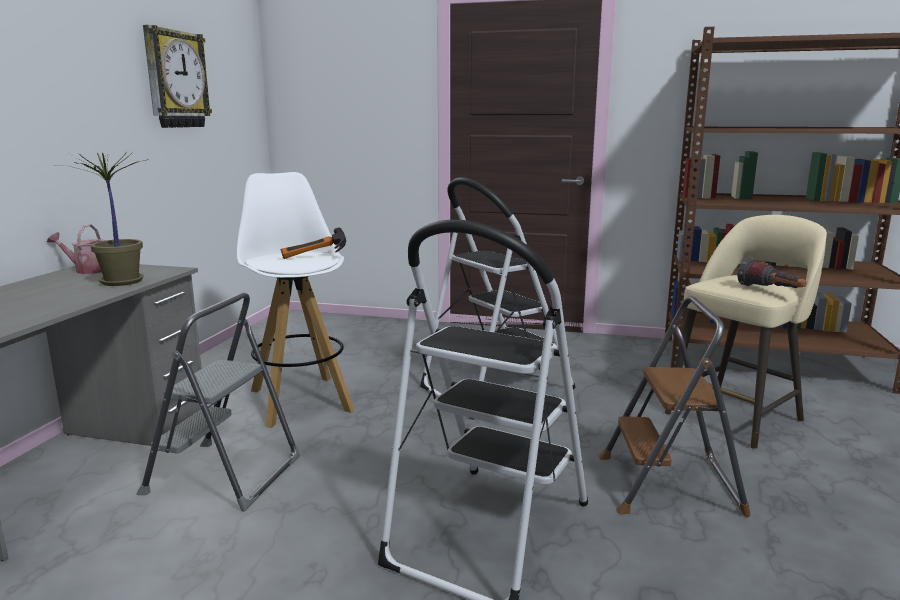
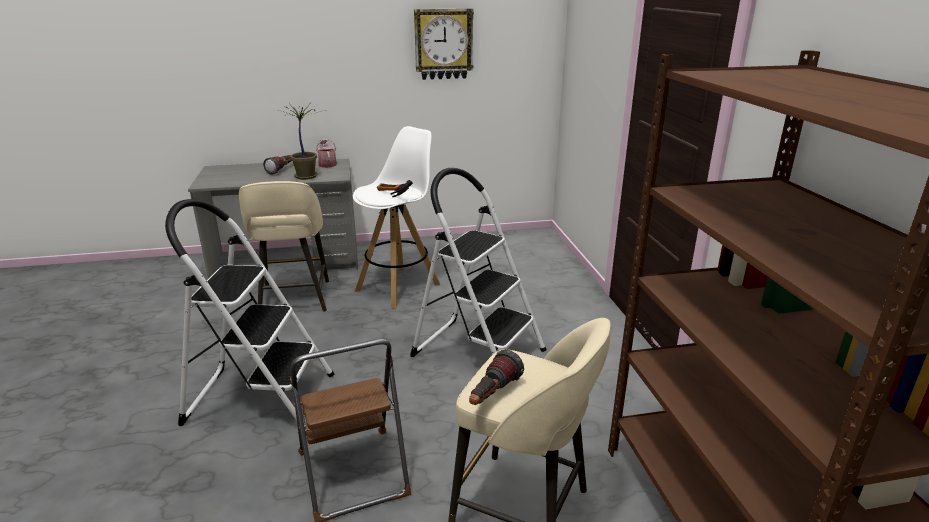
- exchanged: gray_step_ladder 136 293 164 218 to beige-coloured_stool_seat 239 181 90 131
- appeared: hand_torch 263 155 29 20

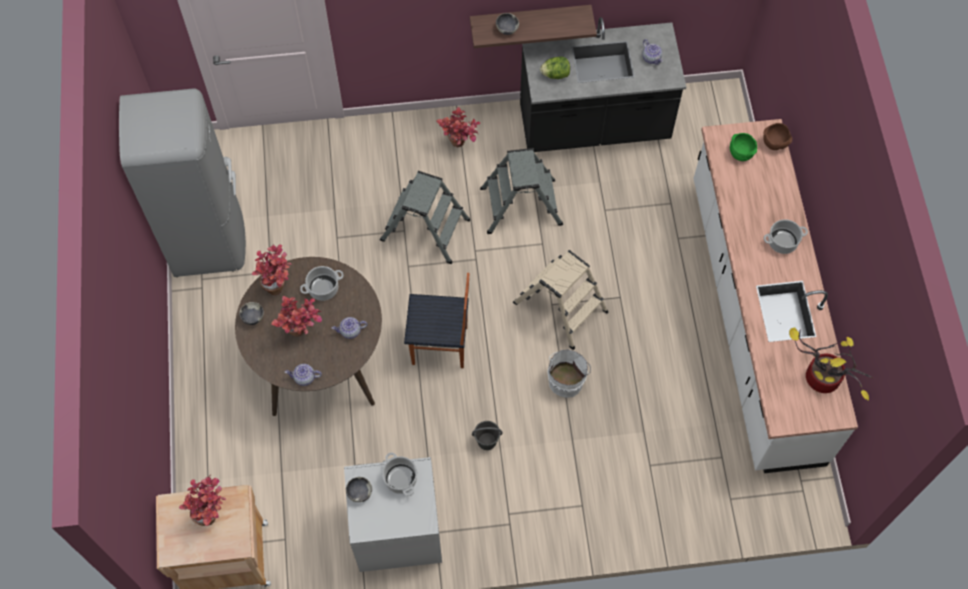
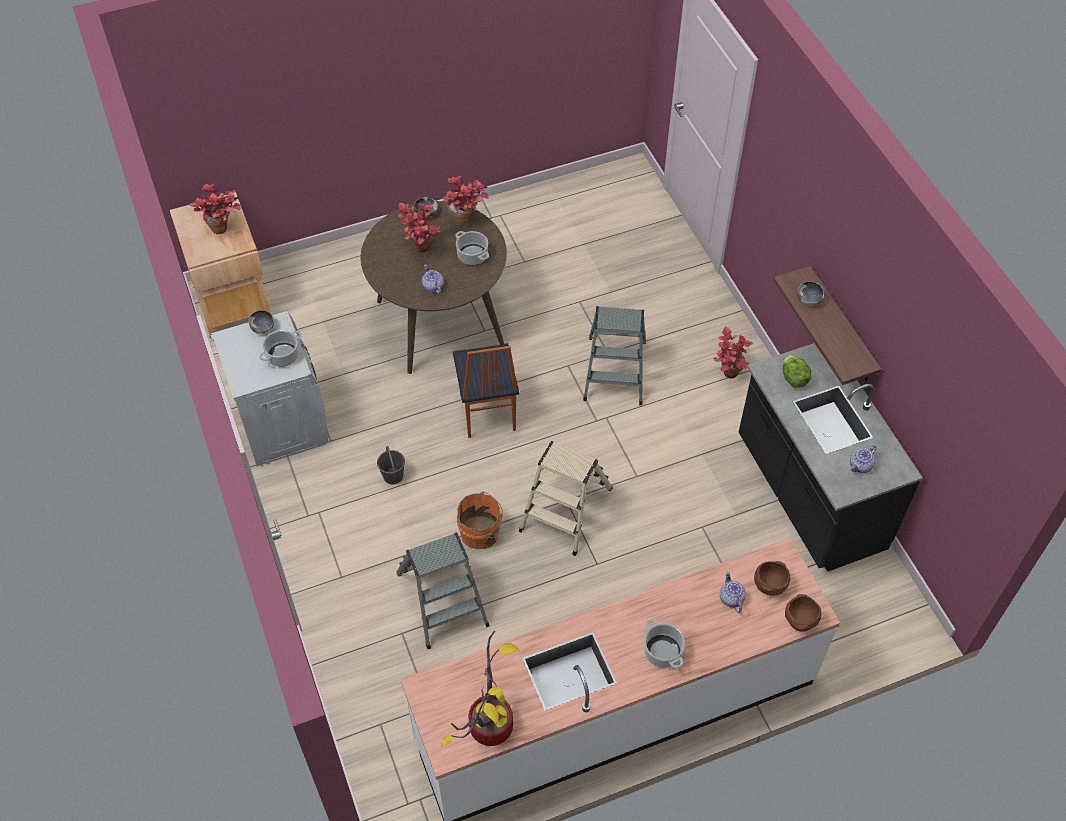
- missing: gray_fridge 119 88 127 189
- relocated: tea_pot 285 364 37 22 to 720 571 26 42
- relocated: gray_step_ladder 480 148 83 86 to 396 532 94 117
- colour: whitish_pail 547 350 44 48 to orange-coloured_pail 457 491 46 58
- colour: green_bowl 730 133 27 28 to brown_bowl 754 561 36 35

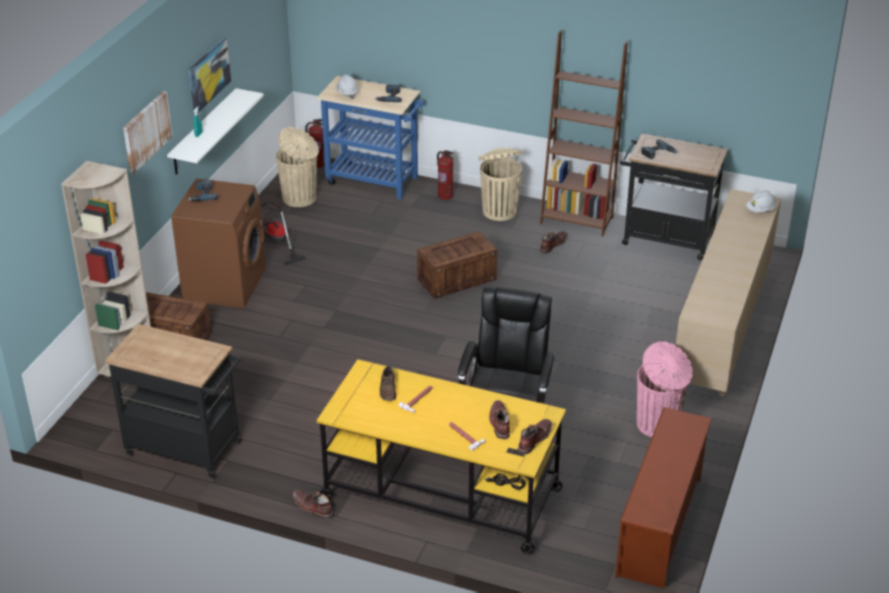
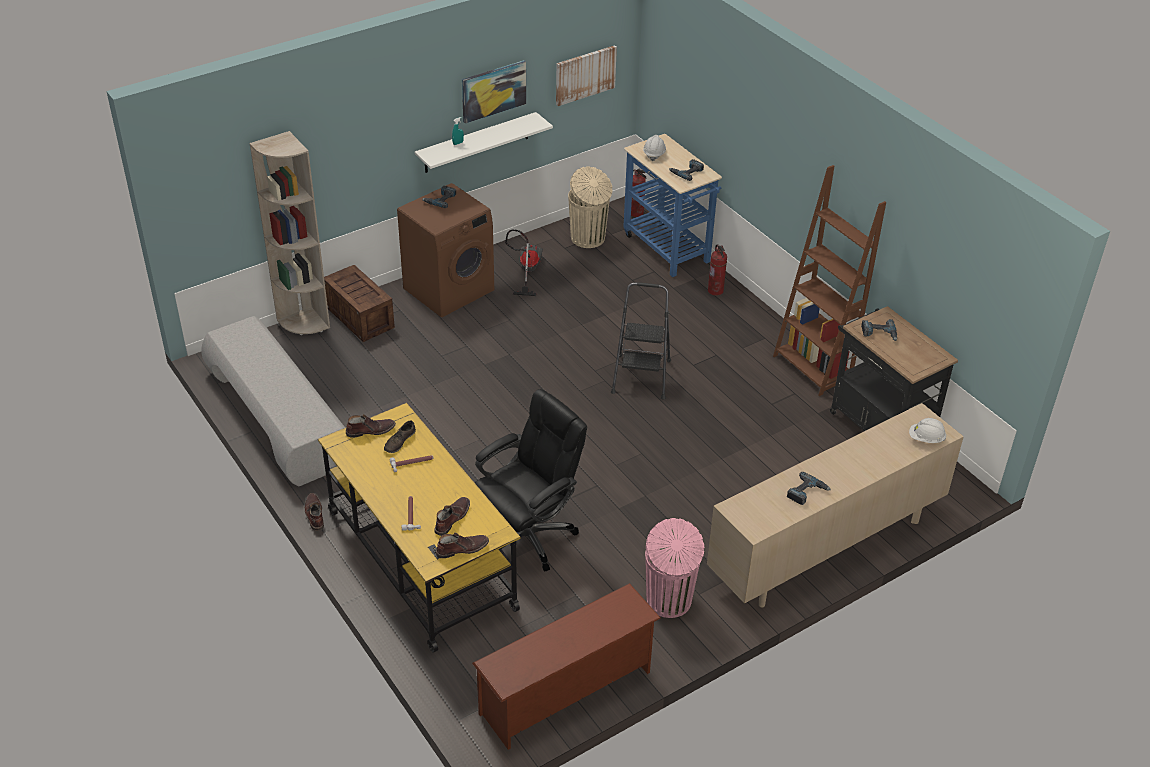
- exchanged: black-coloured_wheeled_cart 105 324 136 154 to gray_indoor_bench 201 316 144 170
- relocated: wall_picture 123 91 50 83 to 556 45 61 61
- exchanged: crate 417 231 80 68 to black-coloured_step_ladder 611 282 60 117
- missing: beige-coloured_waste_bin 478 148 44 73
- relocated: brown_high-top_boot 540 231 28 23 to 346 414 50 23
- appeared: power_drill 787 472 44 33

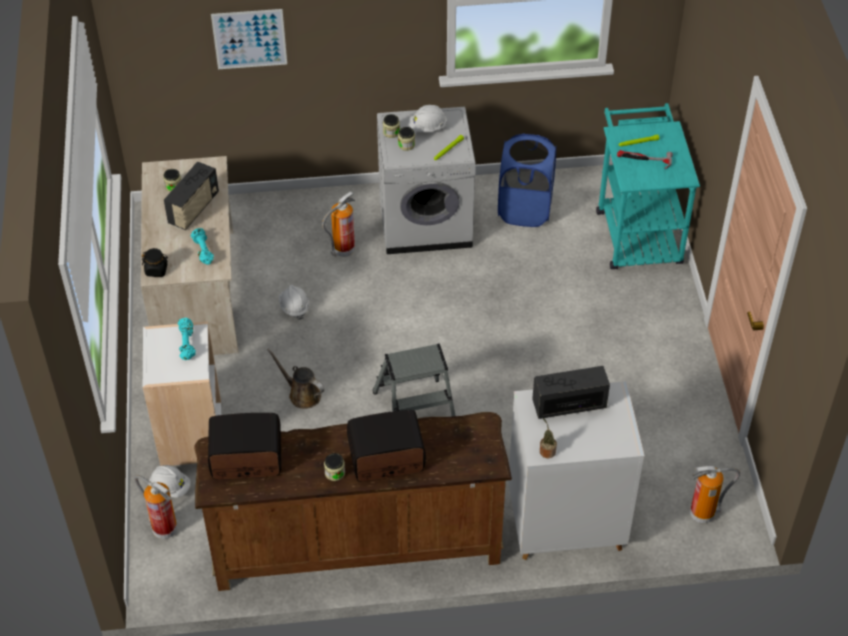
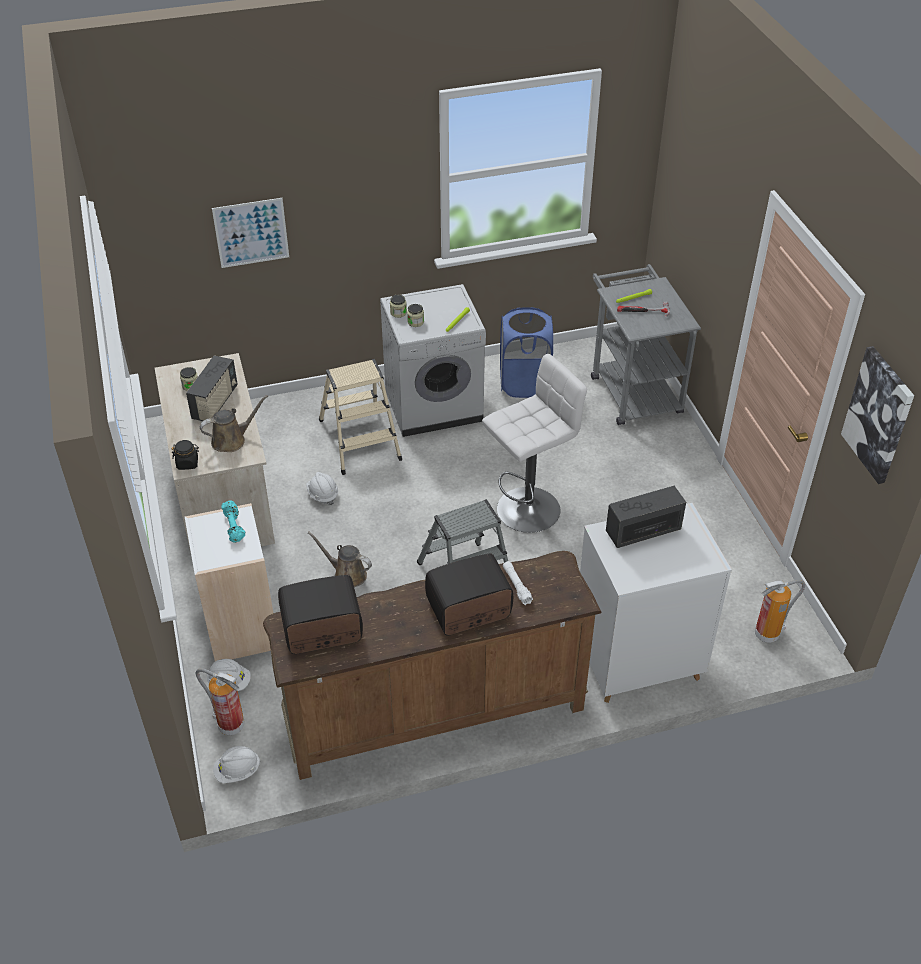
- exchanged: turquoise_free_weight 191 228 23 37 to brown_watering_pot 200 395 68 57
- exchanged: fire_extinguisher 322 191 33 66 to beige-coloured_step_ladder 319 359 83 116
- missing: storage_jar 324 453 21 28
- relocated: whitish_safety_helmet 409 105 38 27 to 213 746 48 37
- missing: houseplant 540 418 17 40
- colour: turquoise_wheeled_cart 596 103 104 166 to gray_wheeled_cart 591 264 110 161
- appeared: whitish_stool_seat 482 354 105 179
- appeared: whitish_hand_torch 503 561 30 44
- appeared: wall_picture 841 346 73 138

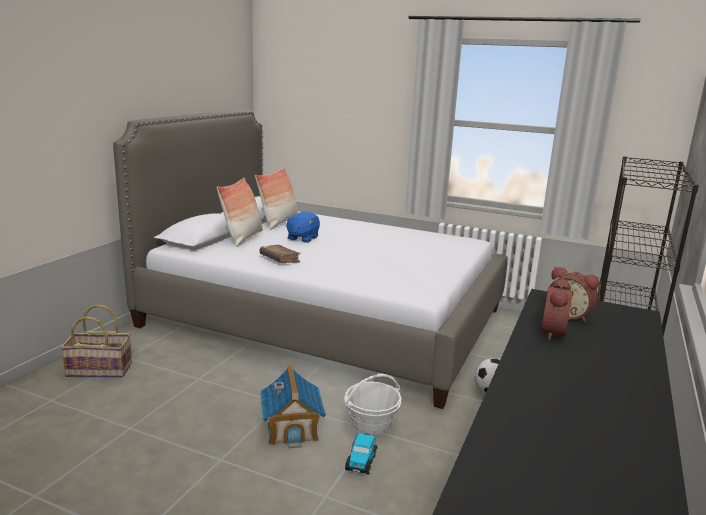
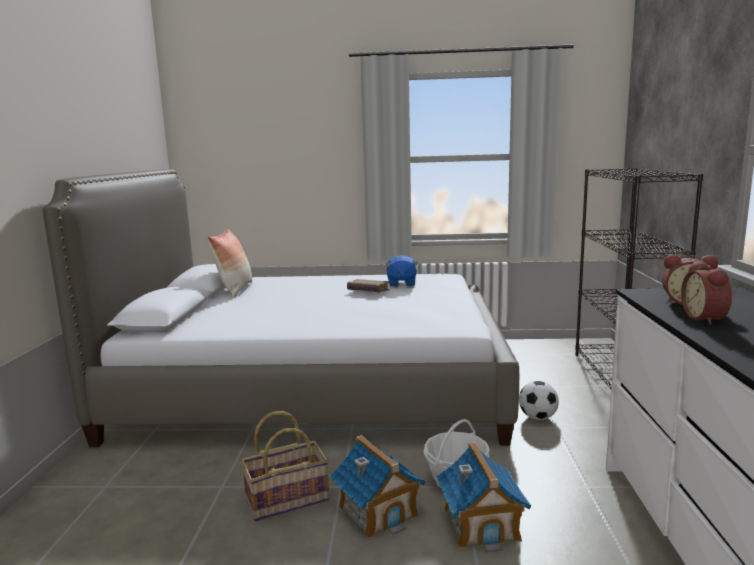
- relocated: basket 61 304 71 74 to 241 411 88 110
- missing: throw_pillow 217 177 46 70
- relocated: brown_book 259 245 42 18 to 347 279 43 13
- relocated: blue_cuddly_toy 285 211 35 32 to 386 255 32 32
- exchanged: model_car 345 433 32 42 to miniature_house 437 442 94 110

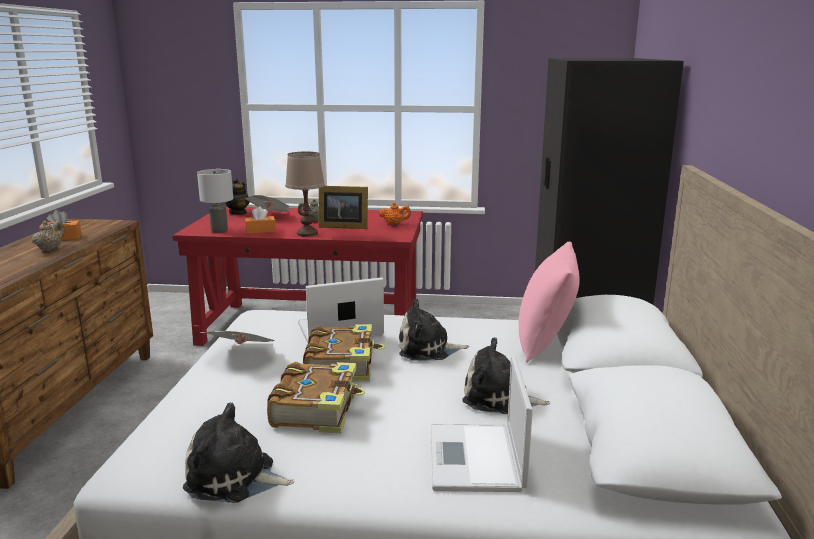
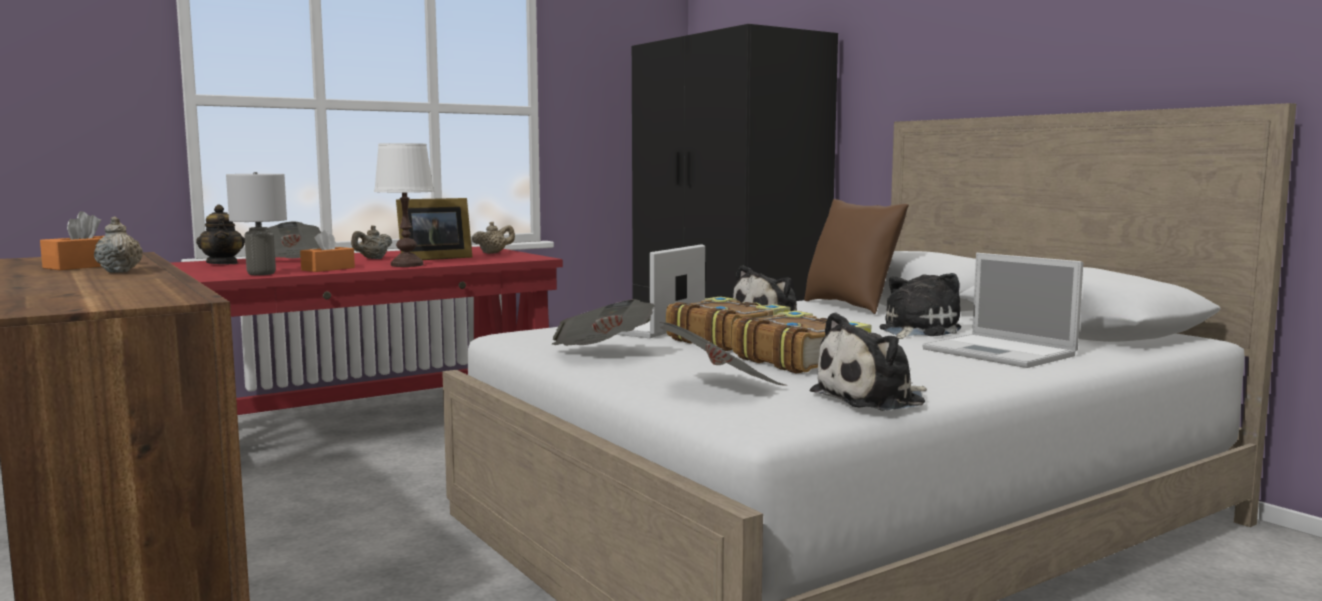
- colour: brown_table_lamp 285 151 40 86 to whitish_table_lamp 374 143 60 124
- colour: orange-coloured_tea_pot 379 202 32 23 to beige-coloured_tea_pot 472 222 43 32
- spun: cuddly_toy 462 337 88 77 = 880 273 81 66 150 degrees clockwise
- colour: pinkish_throw_pillow 519 241 61 122 to brown_throw_pillow 804 199 105 115
- appeared: printed_paper 659 322 127 63

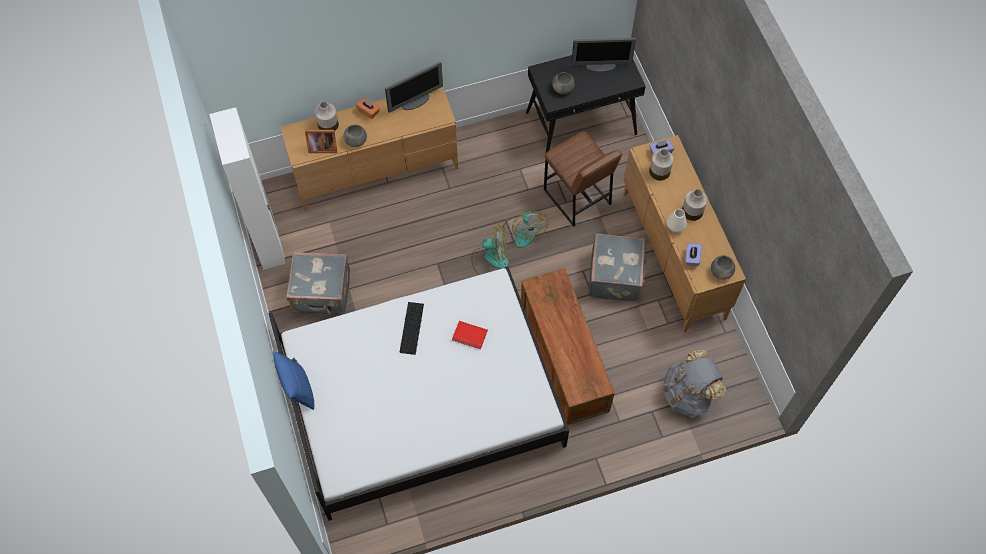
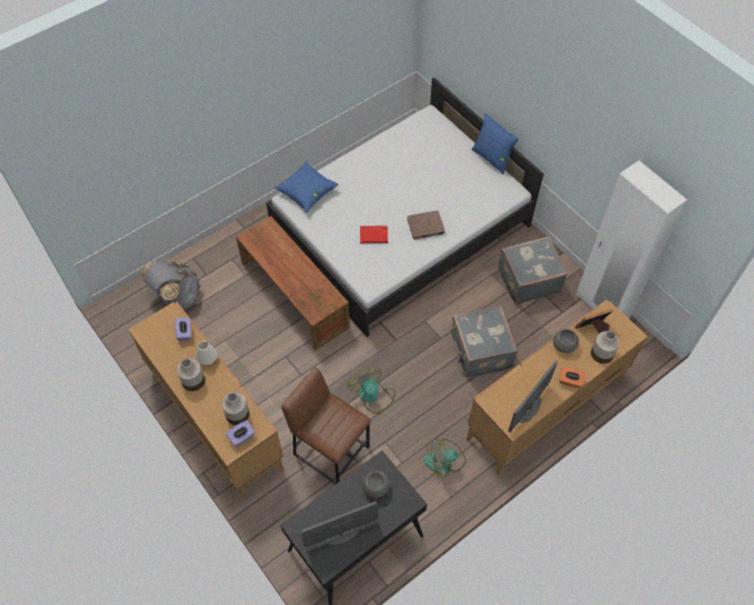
- exchanged: keyboard 400 302 24 53 to brown_book 407 210 38 30
- relocated: electric_fan 471 224 38 51 to 424 438 42 41
- relocated: gray_travel_case 588 233 59 69 to 451 305 67 73
- missing: gray_bowl 711 255 24 25
- appeared: blue_throw_pillow 275 161 63 52

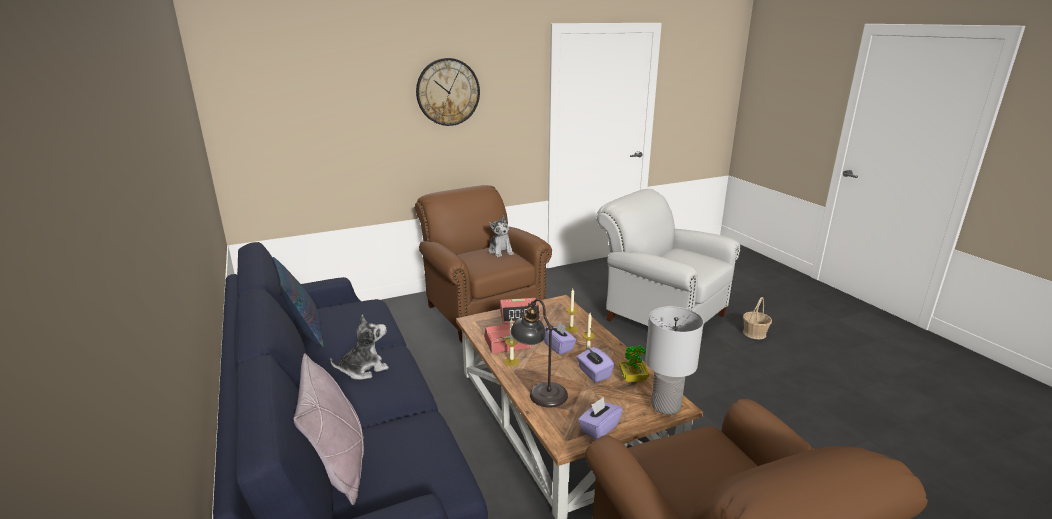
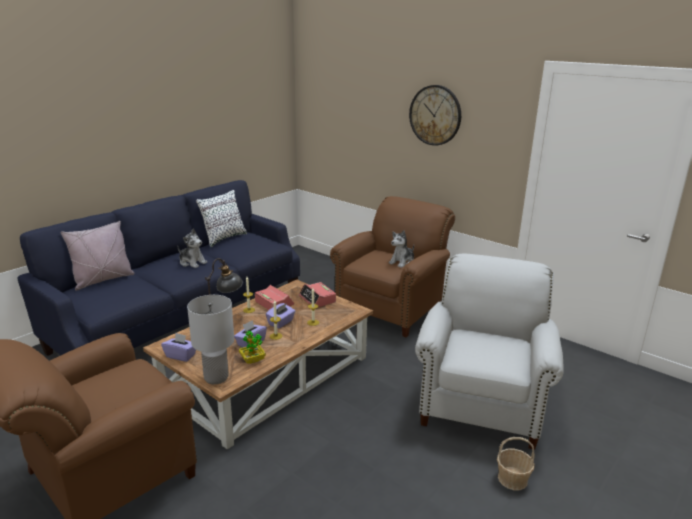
- colour: blue_throw_pillow 272 257 52 90 to whitish_throw_pillow 196 190 51 57

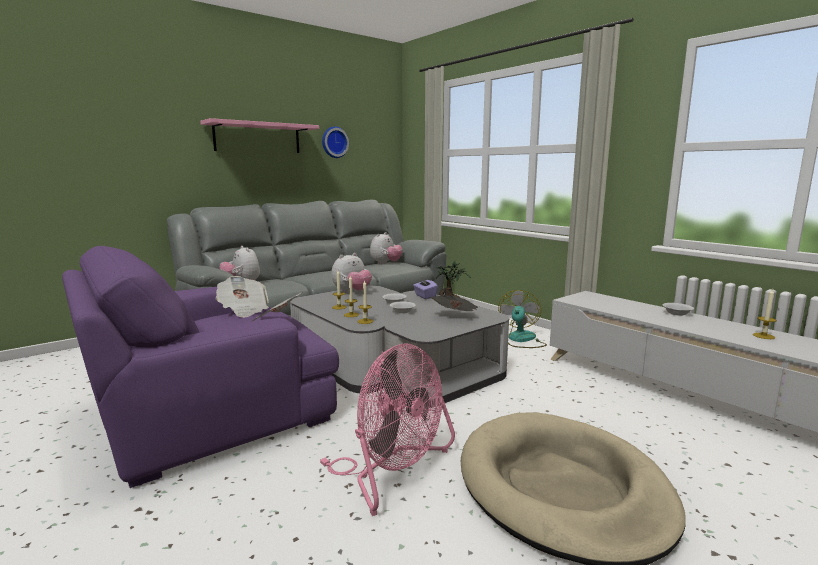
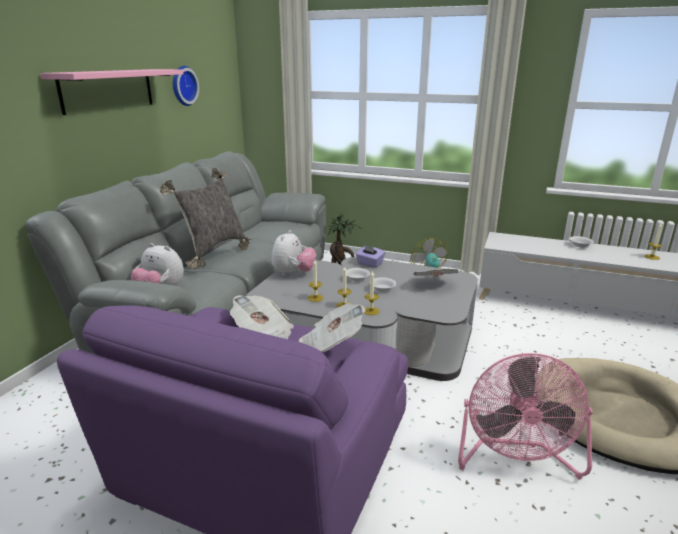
- spun: pinkish_electric_fan 320 344 135 172 = 458 352 135 128 90 degrees clockwise
- missing: cuddly_toy 370 232 33 32
- appeared: throw_pillow 160 168 91 101

